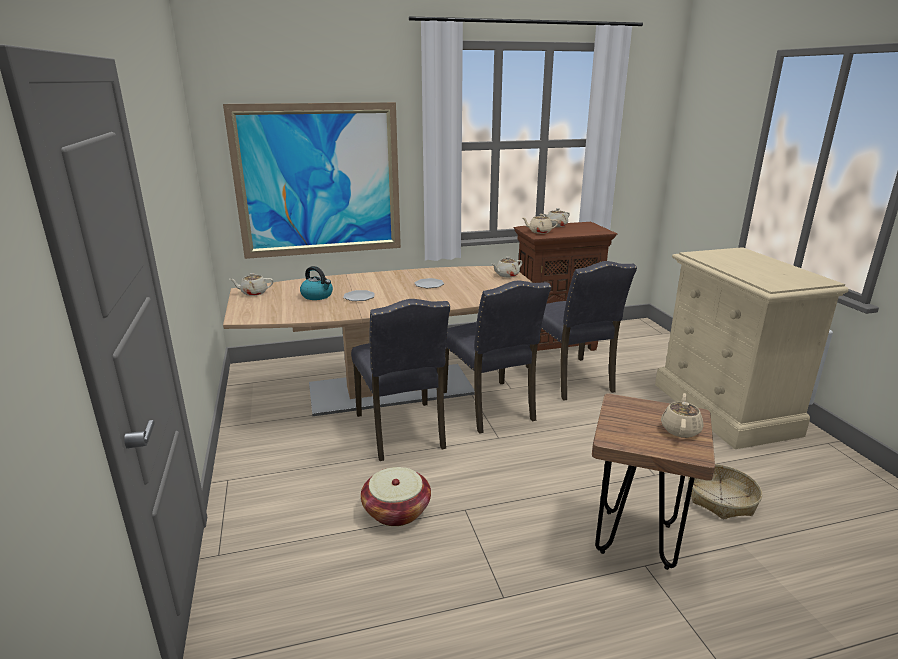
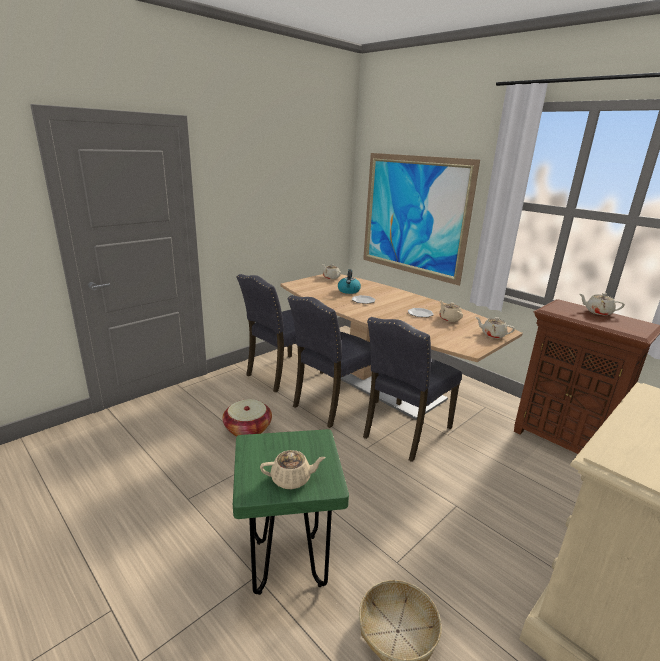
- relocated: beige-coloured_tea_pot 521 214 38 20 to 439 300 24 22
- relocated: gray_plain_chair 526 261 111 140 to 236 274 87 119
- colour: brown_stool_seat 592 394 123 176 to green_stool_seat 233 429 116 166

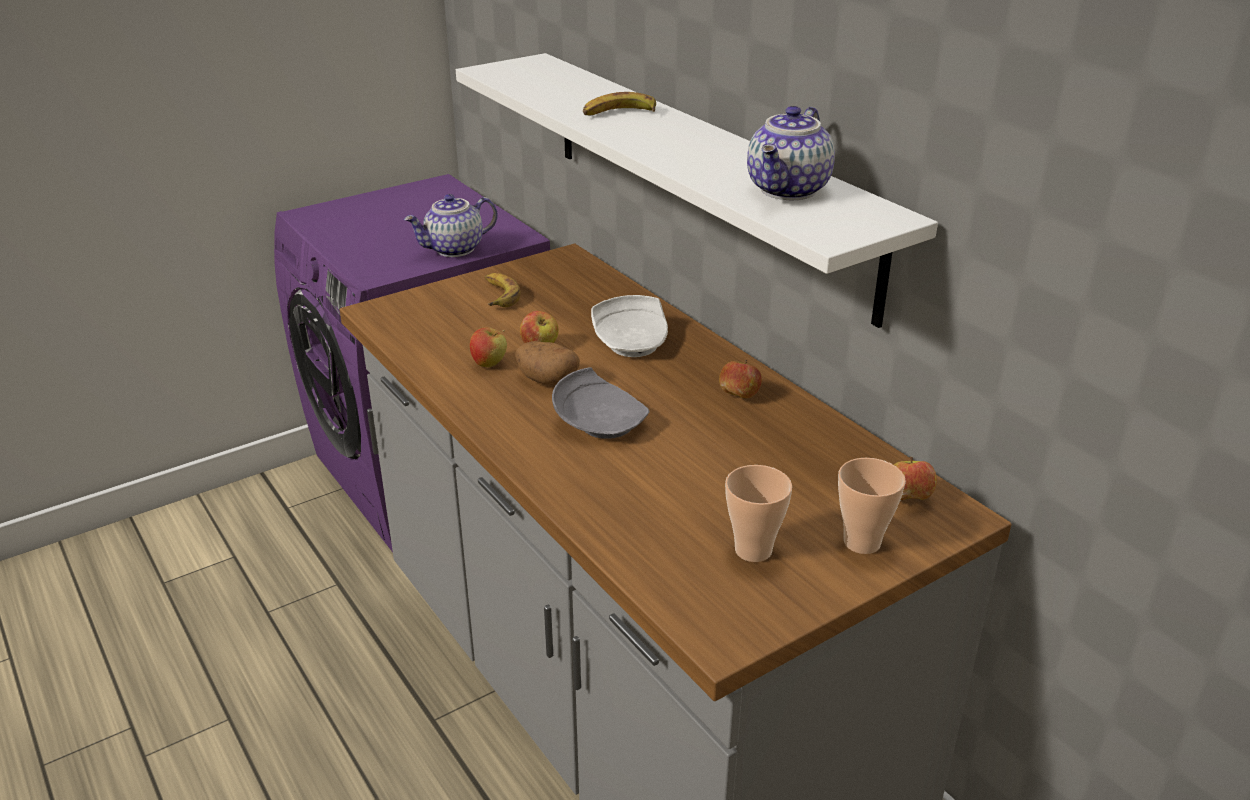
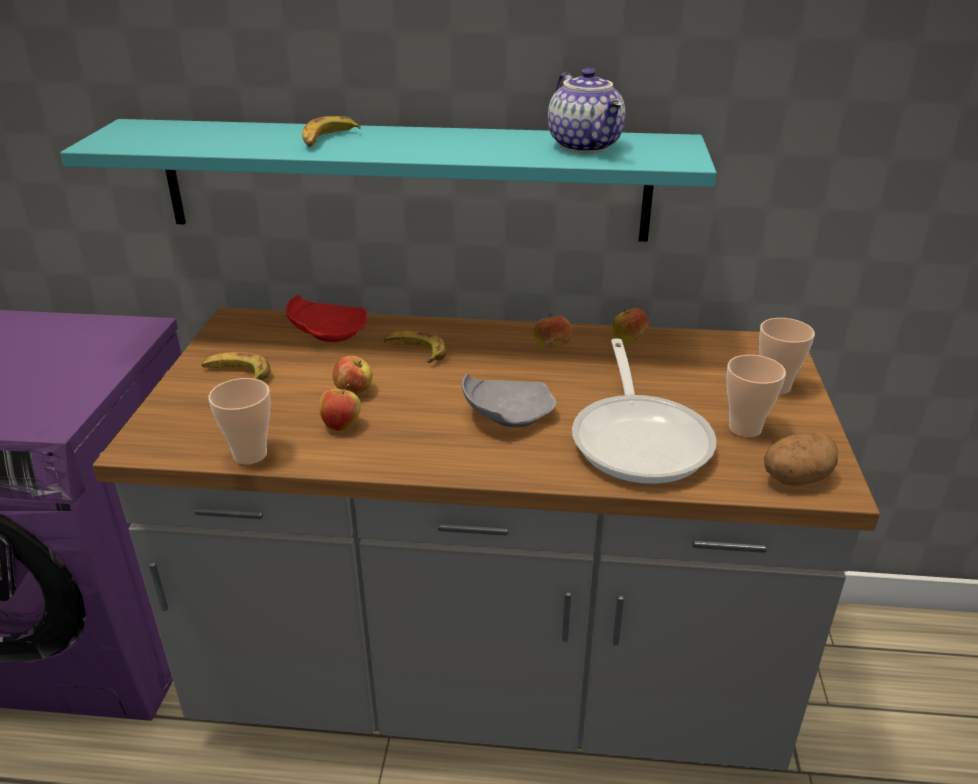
- missing: tea_pot 404 194 94 63
- colour: whitish_bracket_shelf 456 53 482 275 to turquoise_bracket_shelf 60 119 657 123
- relocated: spud 515 341 65 44 to 764 433 74 53
- exchanged: whitish_plate 591 295 77 62 to banana 384 331 63 32
- relocated: apple_fruit 894 457 43 43 to 612 308 37 36
- appeared: small_cup 208 378 62 87
- appeared: reddish_plate 286 295 81 47
- appeared: pan 572 338 144 146

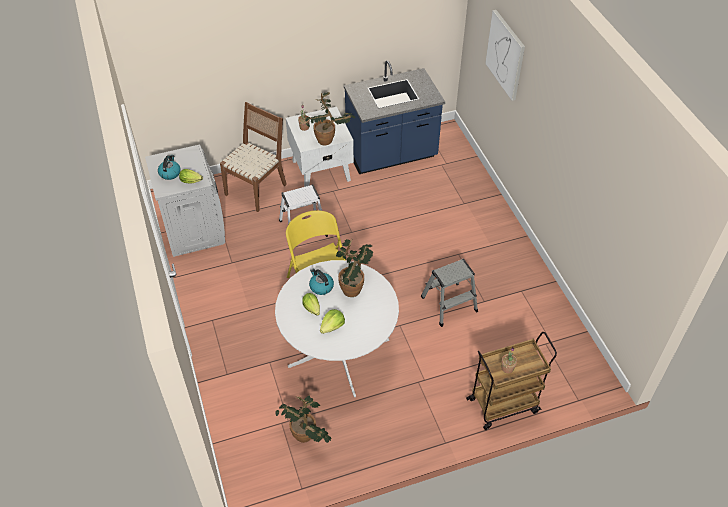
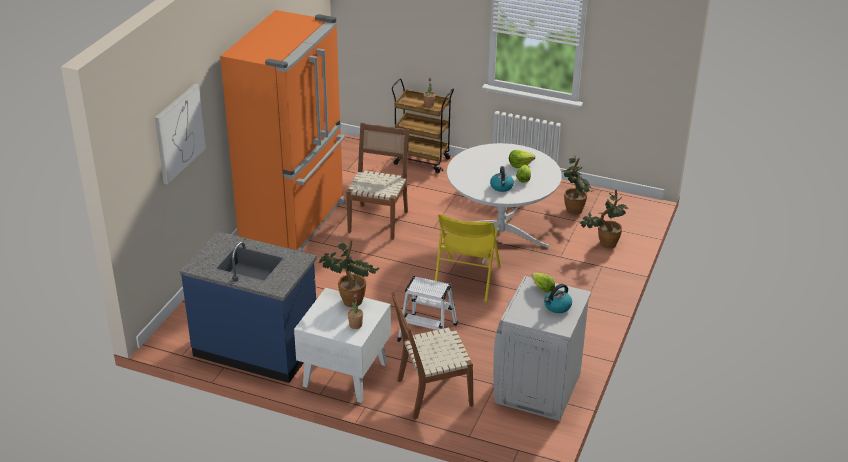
- relocated: houseplant 336 239 38 58 to 580 190 48 58
- exchanged: gray_step_ladder 421 258 57 69 to plain_chair 346 123 63 117
- appeared: orange-coloured_fridge 220 10 125 242

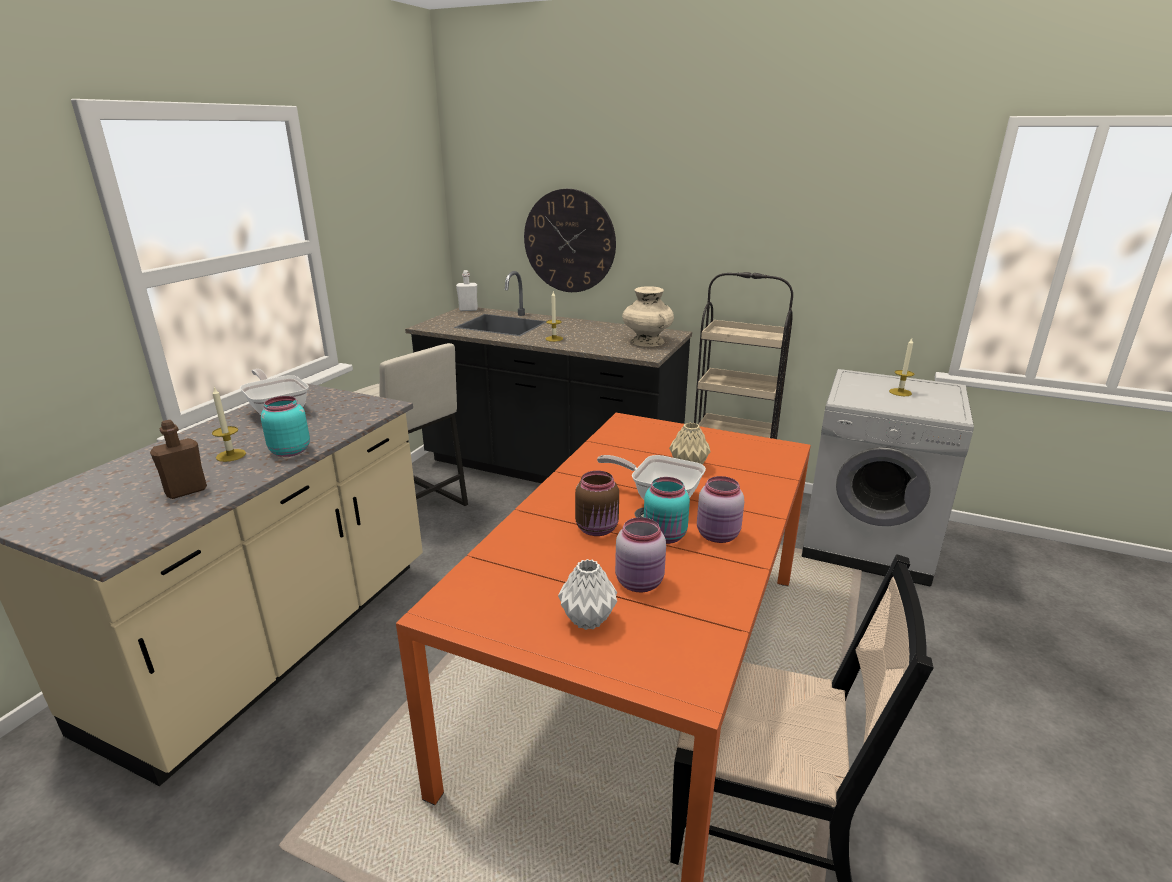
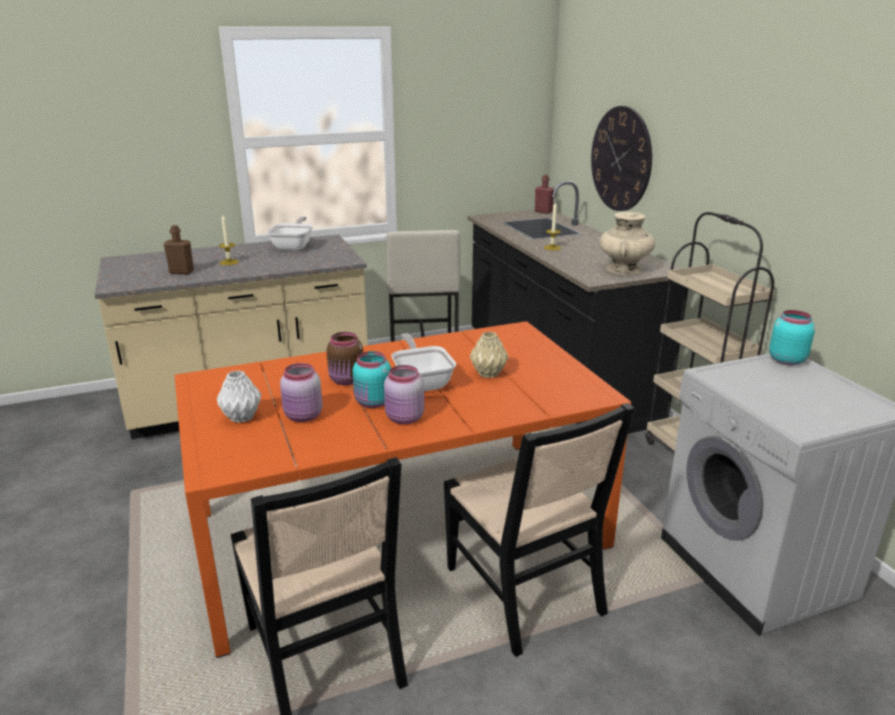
- relocated: turquoise_storage_jar 261 396 49 61 to 769 310 46 55
- colour: whitish_beverage_bottle 456 270 22 41 to reddish_beverage_bottle 535 175 19 39
- missing: candle 889 338 25 58
- appeared: plain_chair 444 403 191 254

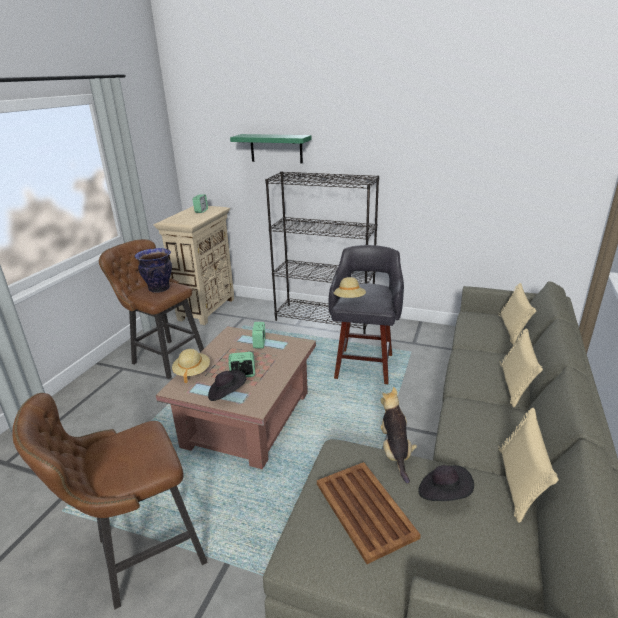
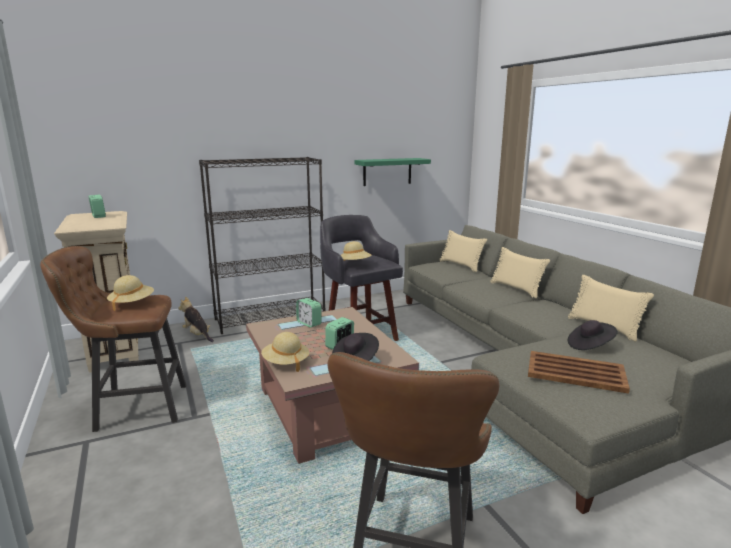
- exchanged: flower_vase 135 248 37 45 to beige-coloured_wearable_hat 107 275 47 36
- relocated: green_bracket_shelf 230 134 82 29 to 354 158 77 28
- relocated: cuddly_toy 380 387 37 97 to 178 297 36 45

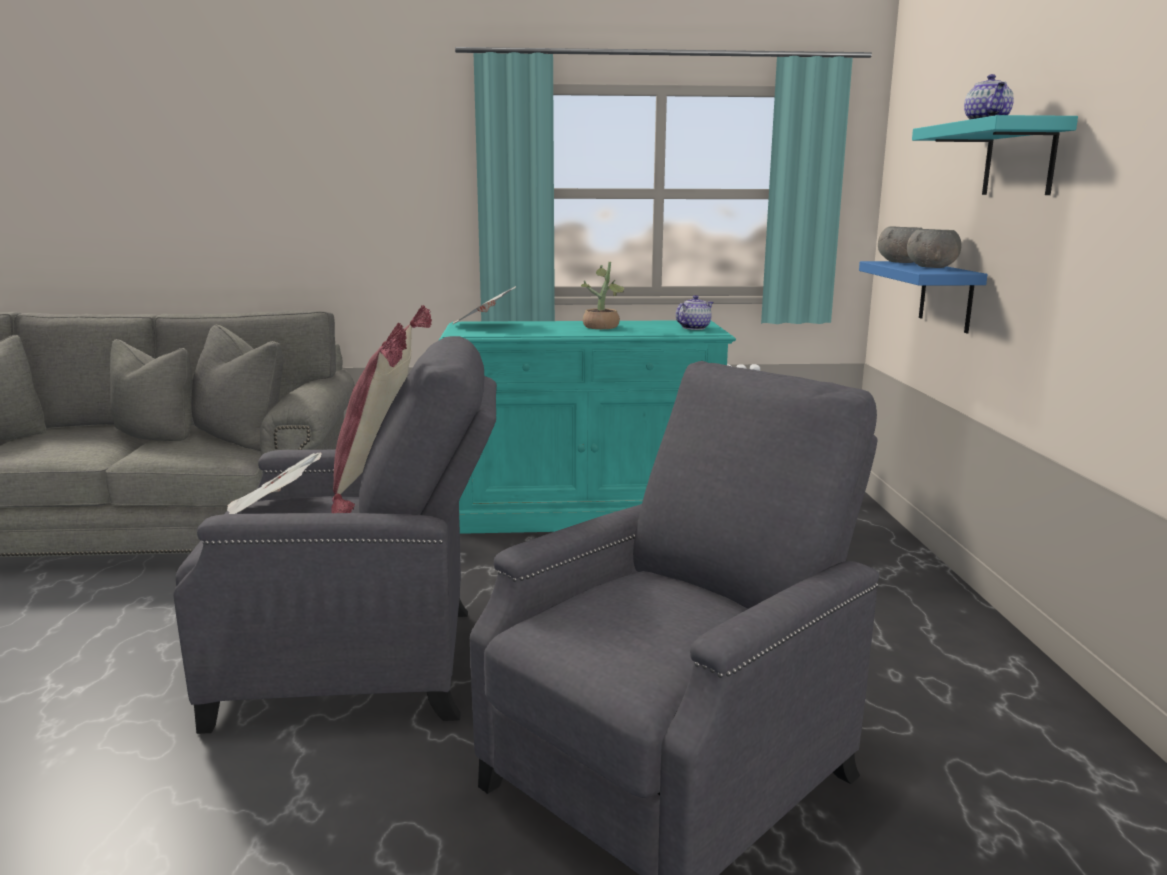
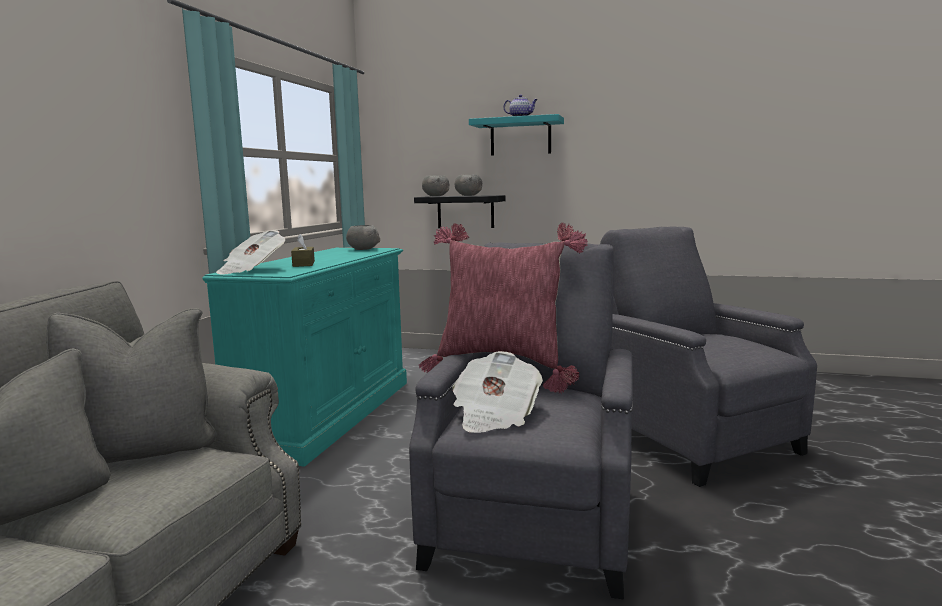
- missing: houseplant 581 262 43 67
- exchanged: tea_pot 676 295 37 35 to gray_bowl 346 225 34 25
- colour: blue_bracket_shelf 859 261 129 72 to black-coloured_bracket_shelf 414 195 92 33
- appeared: brown_box_of_tissues 291 234 24 33

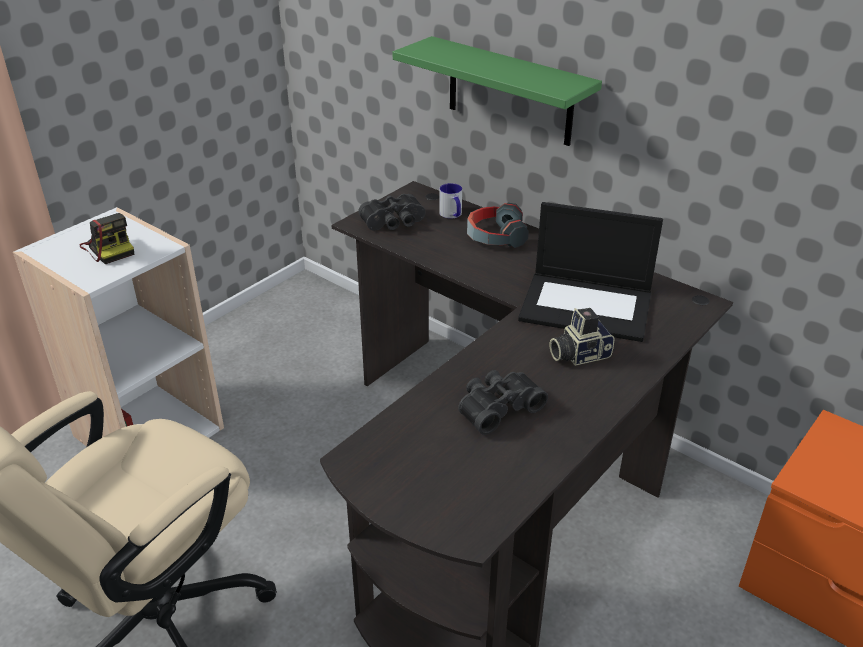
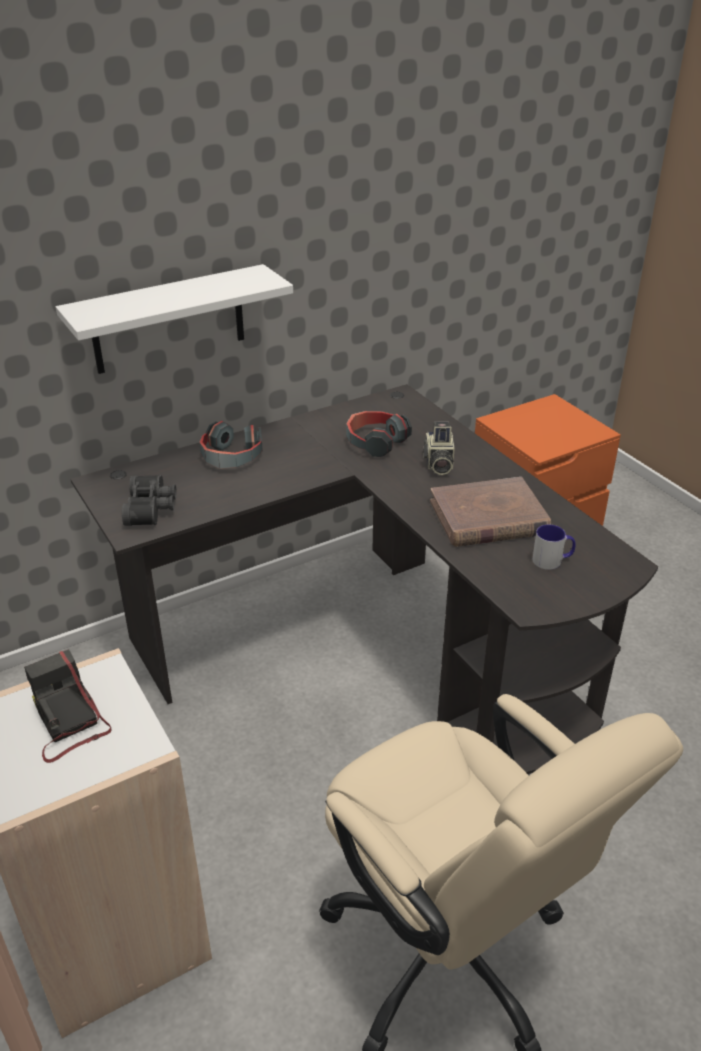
- spun: photo_camera 80 213 54 51 = 24 649 88 114 105 degrees counterclockwise
- colour: green_bracket_shelf 392 36 210 110 to whitish_bracket_shelf 56 264 237 110
- relocated: mug 439 183 23 35 to 532 525 44 45
- exchanged: black-coloured_binoculars 458 370 90 65 to brown_book 430 477 121 70
- exchanged: laptop 518 202 145 140 to headphones 346 411 66 46

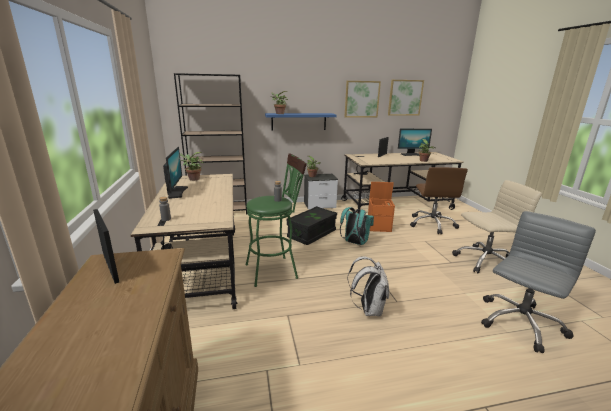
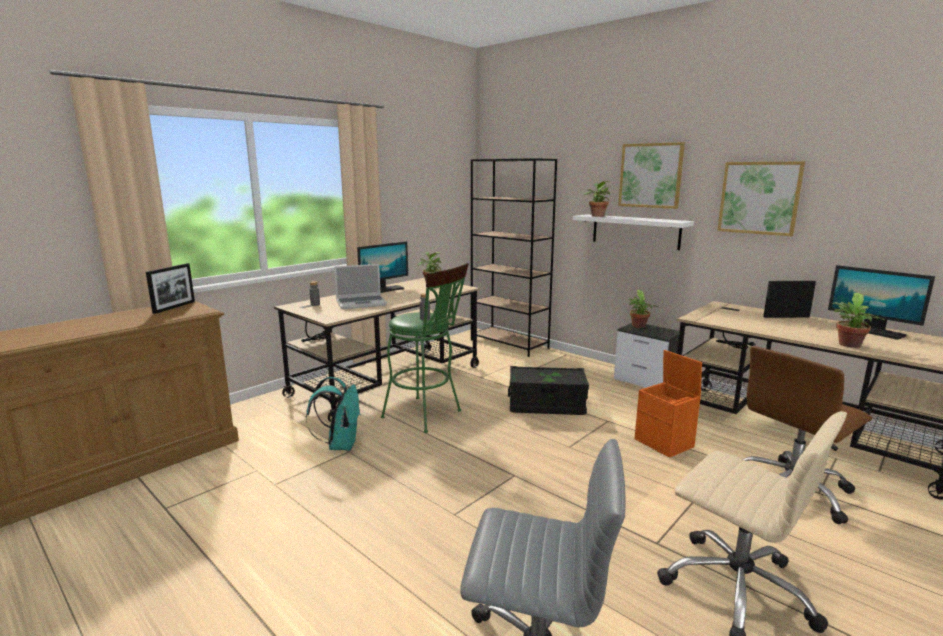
- colour: blue_bracket_shelf 265 113 72 18 to whitish_bracket_shelf 573 214 121 36
- relocated: turquoise_rucksack 340 207 34 38 to 306 377 55 74
- missing: whitish_rucksack 347 256 42 61
- relocated: wall_picture 388 80 36 36 to 618 142 67 67
- appeared: laptop 334 264 53 45

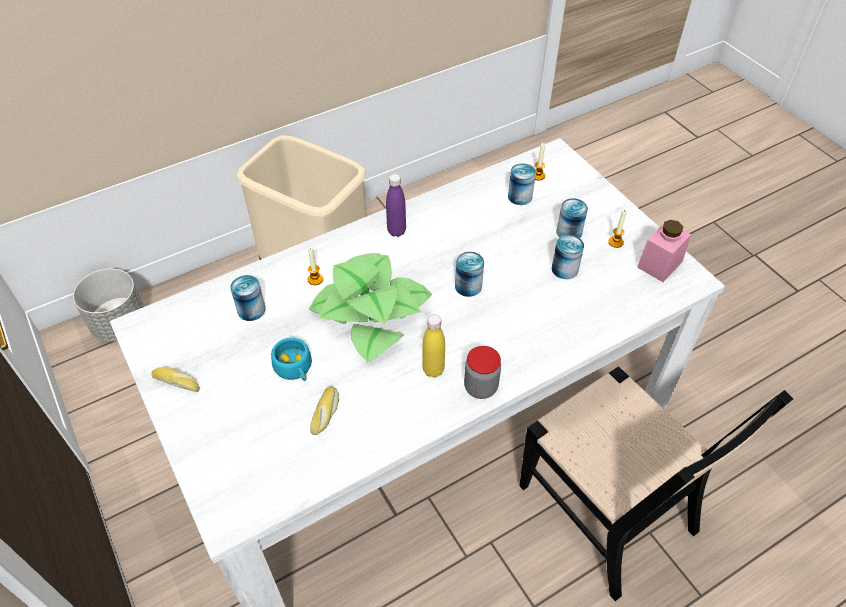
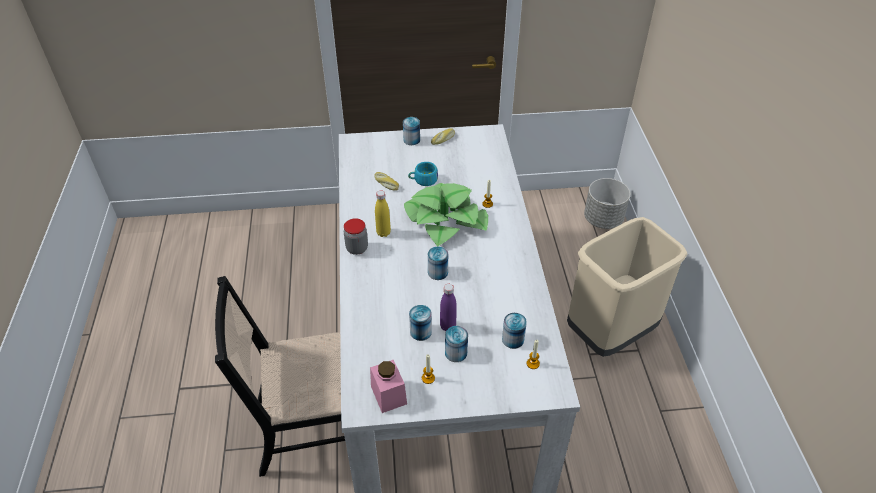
- relocated: metal_can 230 275 36 46 to 403 117 17 28
- relocated: purplish_beverage_bottle 386 174 20 63 to 440 284 17 47

